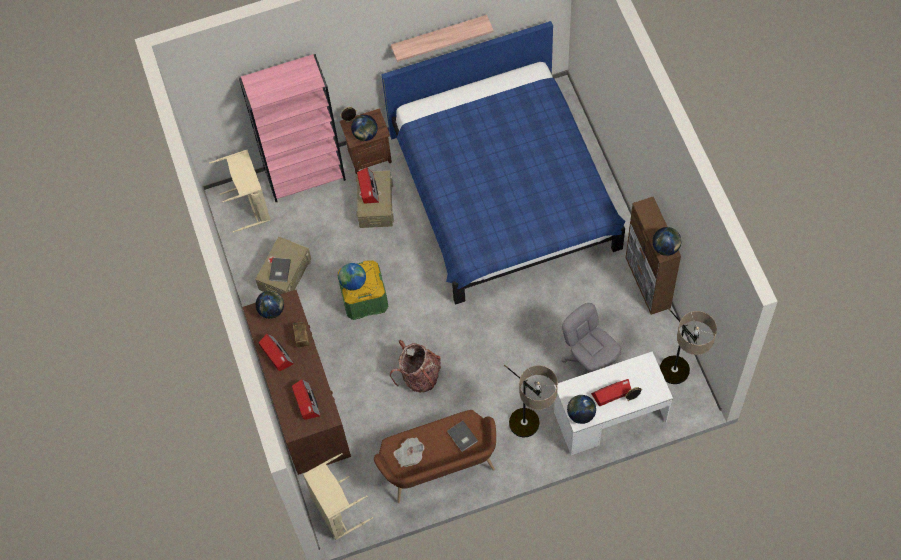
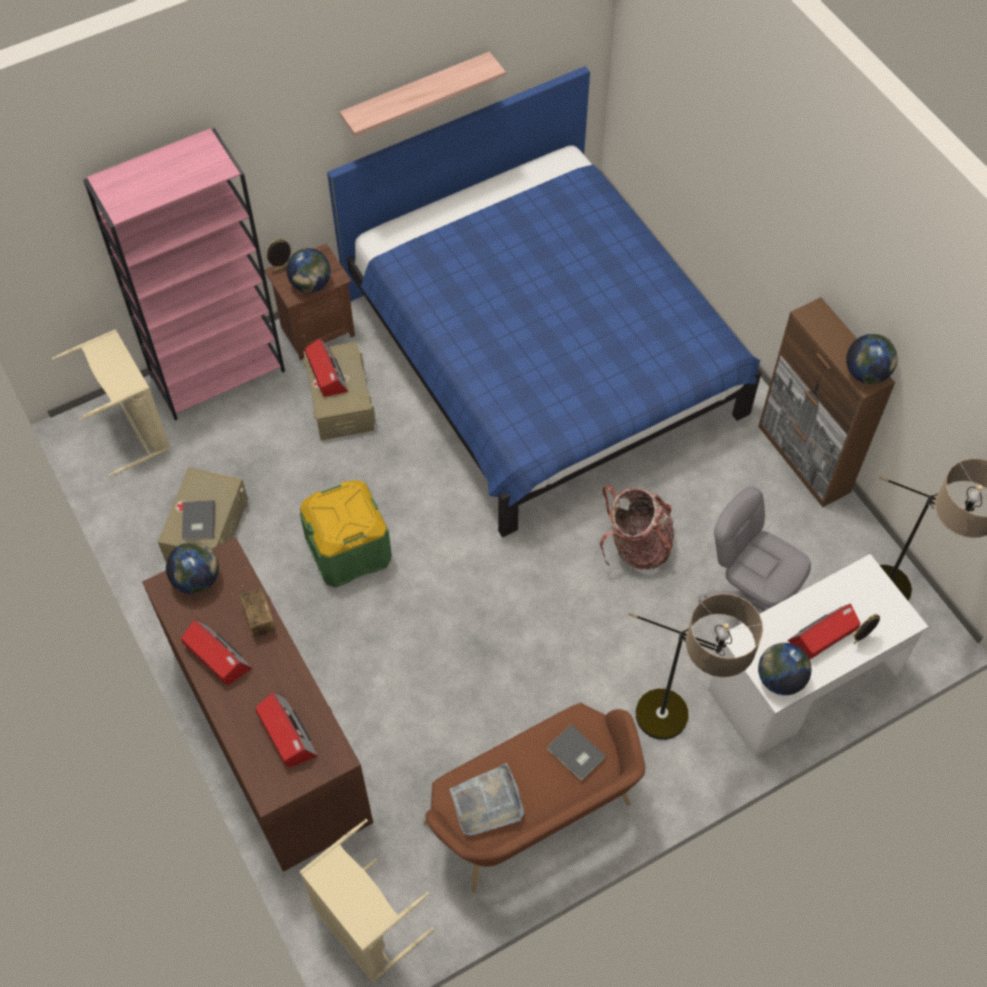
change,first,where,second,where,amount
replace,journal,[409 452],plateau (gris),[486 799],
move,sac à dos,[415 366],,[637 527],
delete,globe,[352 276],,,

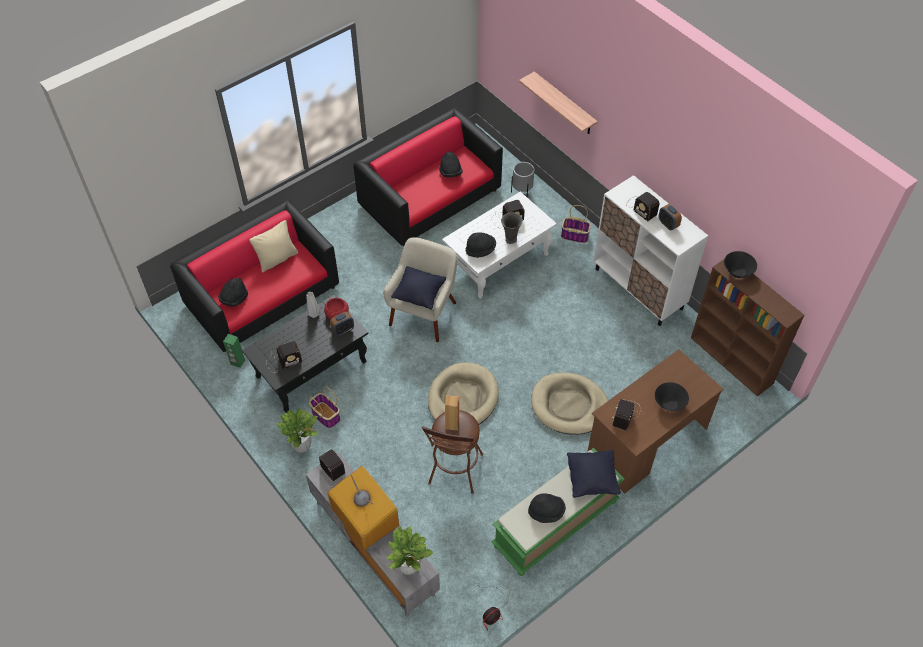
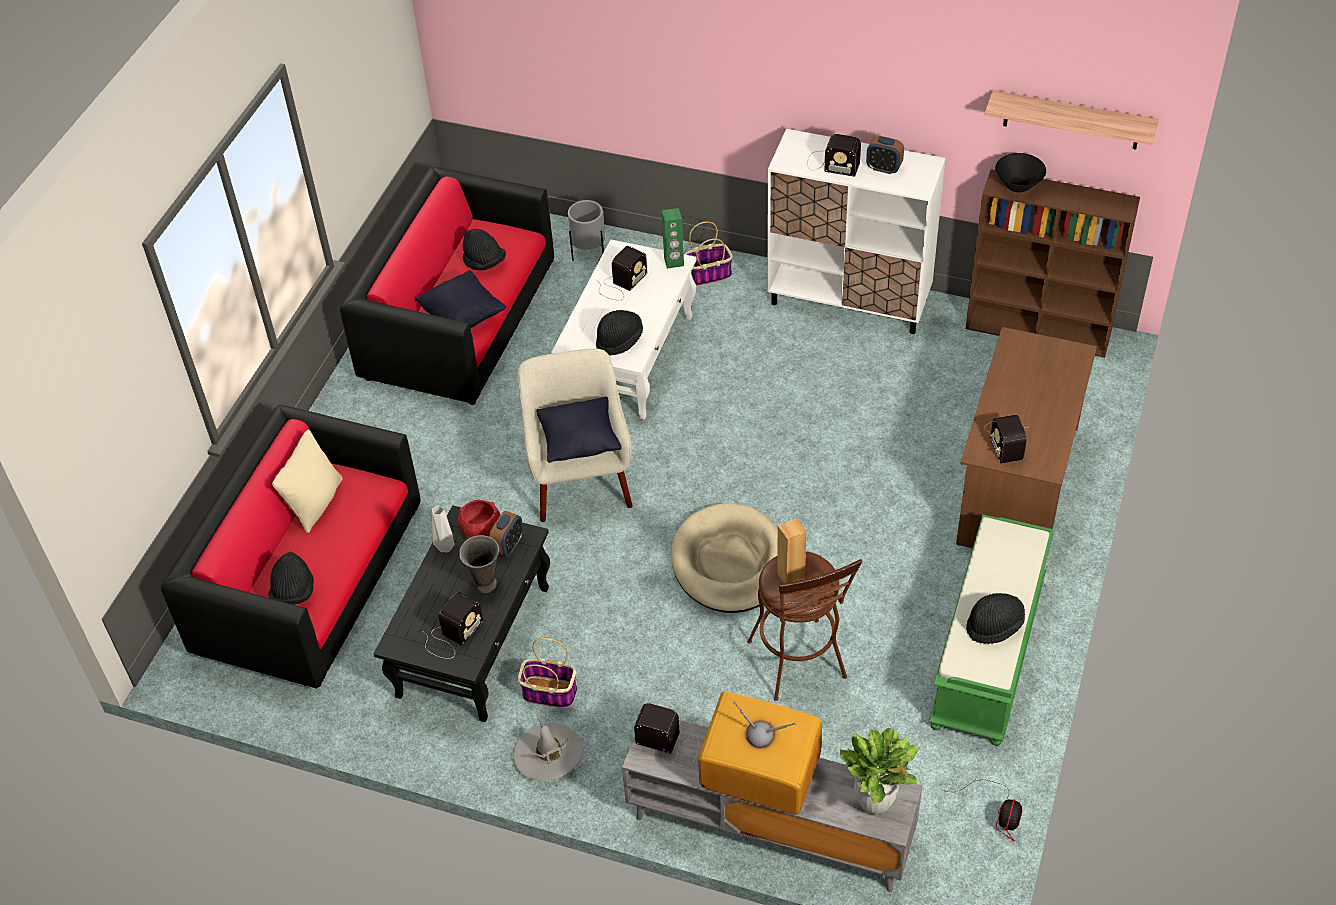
change,first,where,second,where,amount
move,coussin (noir),[594 474],,[460 299],
move,vase (gris),[512 228],,[479 564],
replace,plante en pot,[297 431],chapeau (gris),[548 749],
move,enceinte (vert),[234 351],,[673 238],
move,étagère,[558 102],,[1072 120],
delete,panier pour chien (beige),[569 403],,,
delete,bol (noir),[672 396],,,

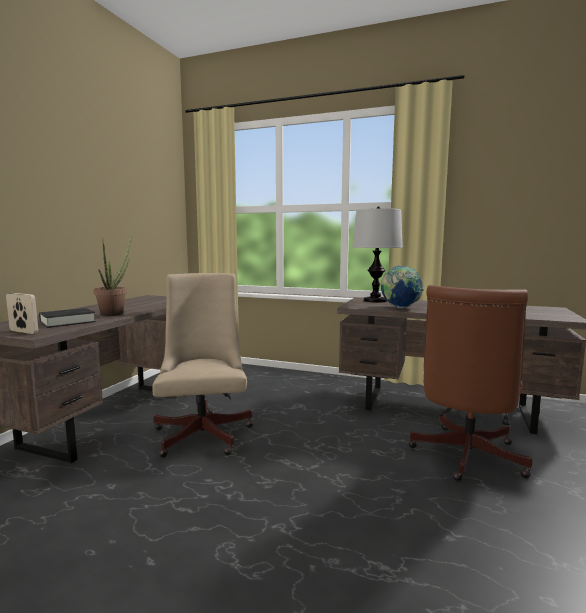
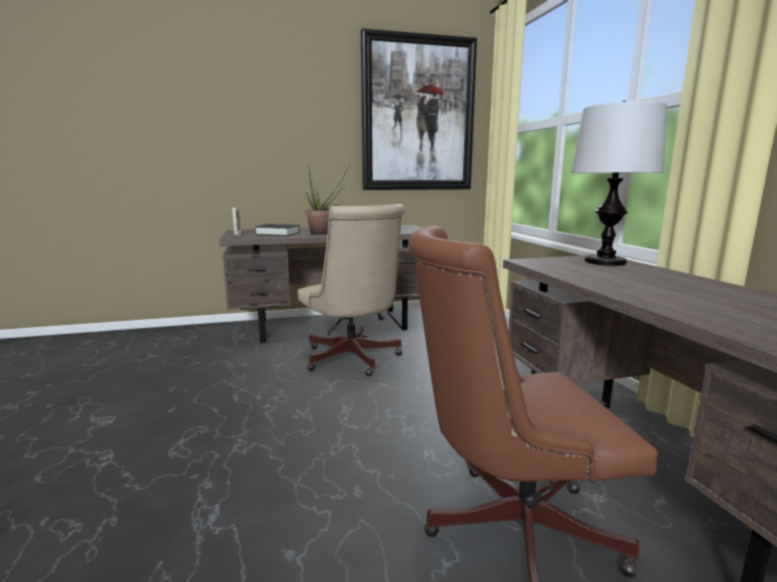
change,first,where,second,where,amount
rotate,chaise de bureau (beige),[202 365],,[351 290],105 degrees clockwise
insert,,,tableau,[419 109],
delete,globe,[402 286],,,

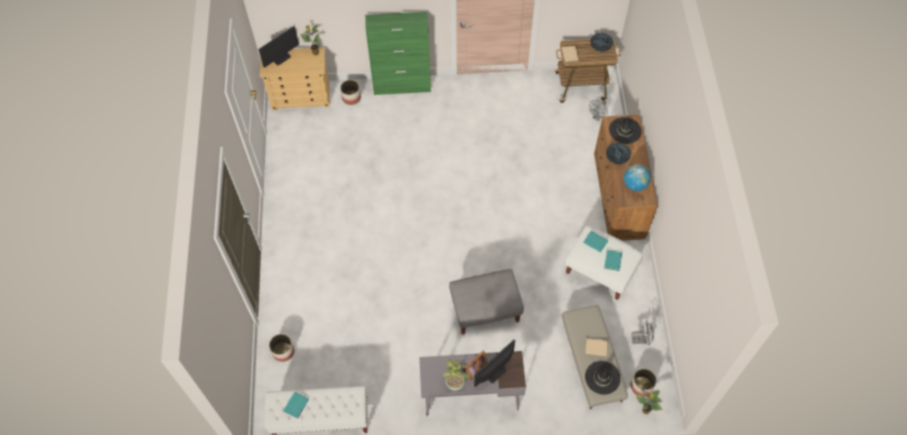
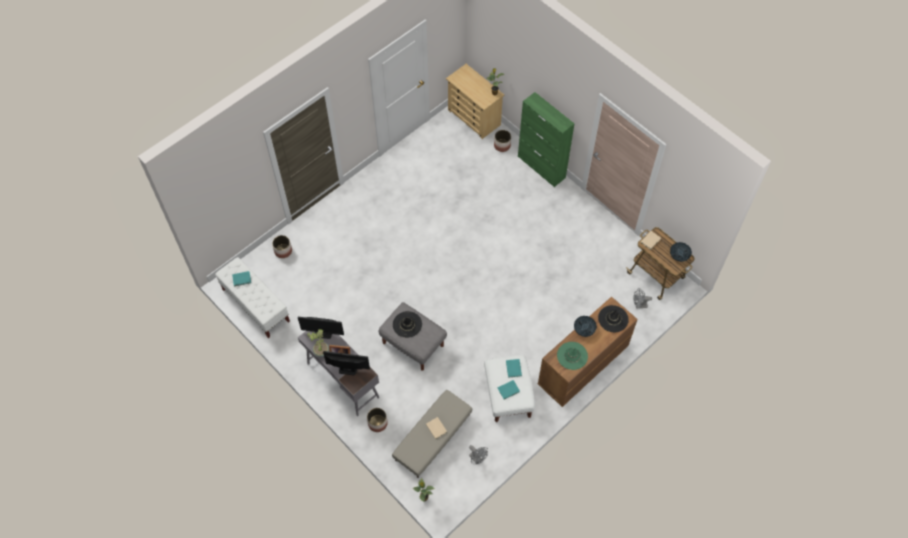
change,first,where,second,where,amount
move,écran d'ordinateur,[278 47],,[321 328],
move,cache-pot,[644 383],,[377 420],
move,chapeau (noir),[602 378],,[407 324],
replace,globe,[637 177],chapeau (vert),[572 356],

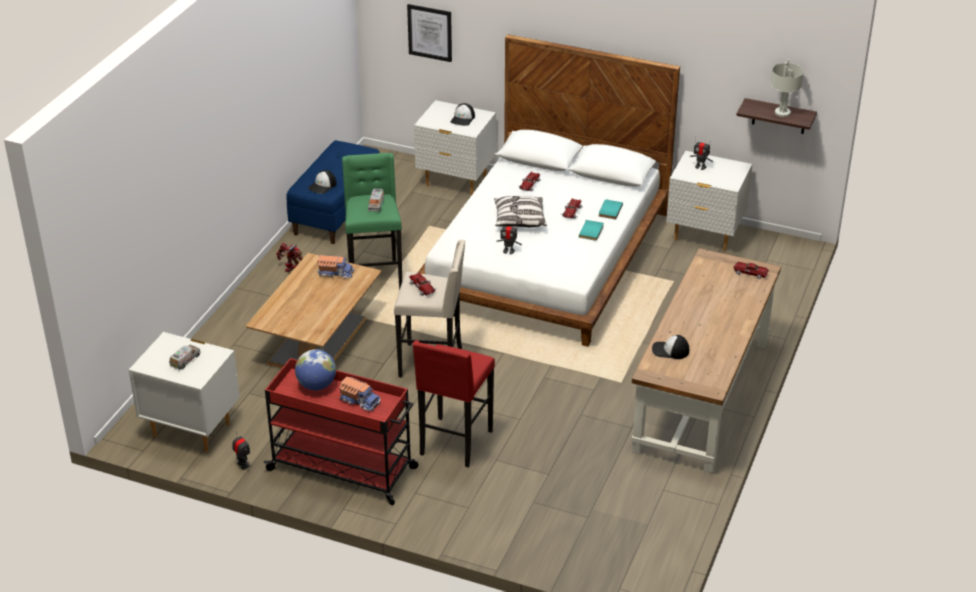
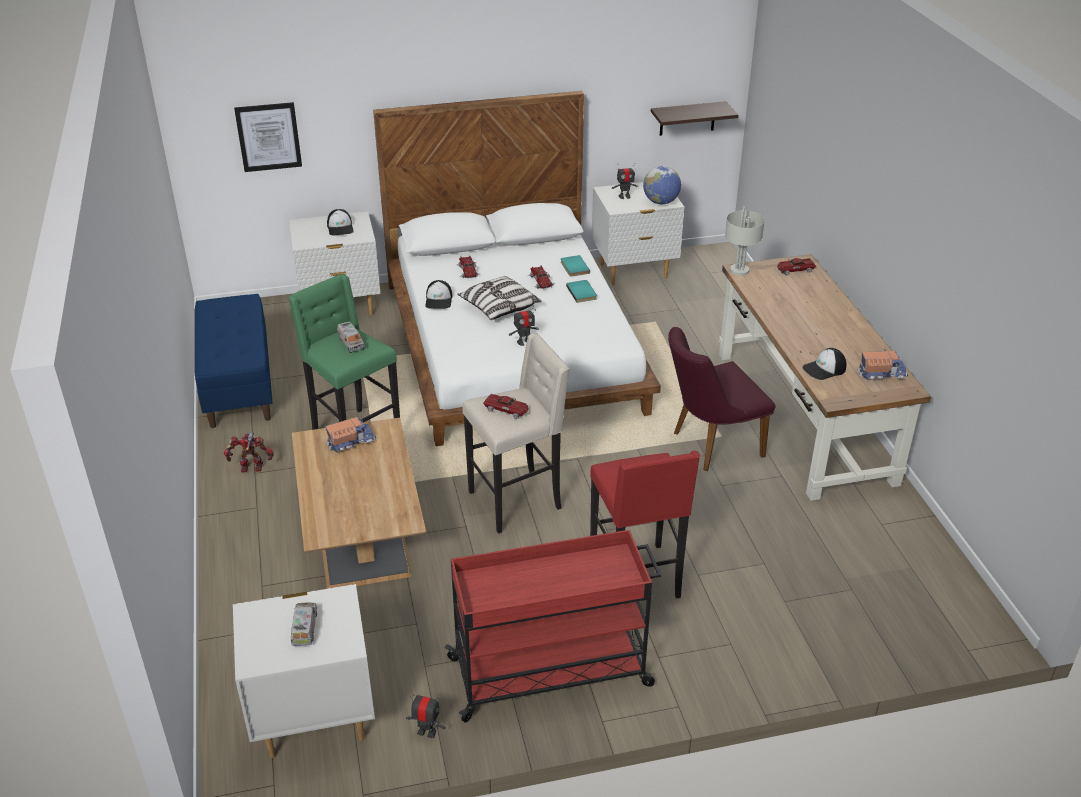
change,first,where,second,where,amount
move,casquette,[322 182],,[439 294],
move,globe,[315 369],,[662 185],
insert,,,chaise (violet),[722 399],
move,lampe de table (gris),[787 88],,[745 240],
move,camion jouet,[360 394],,[882 365],

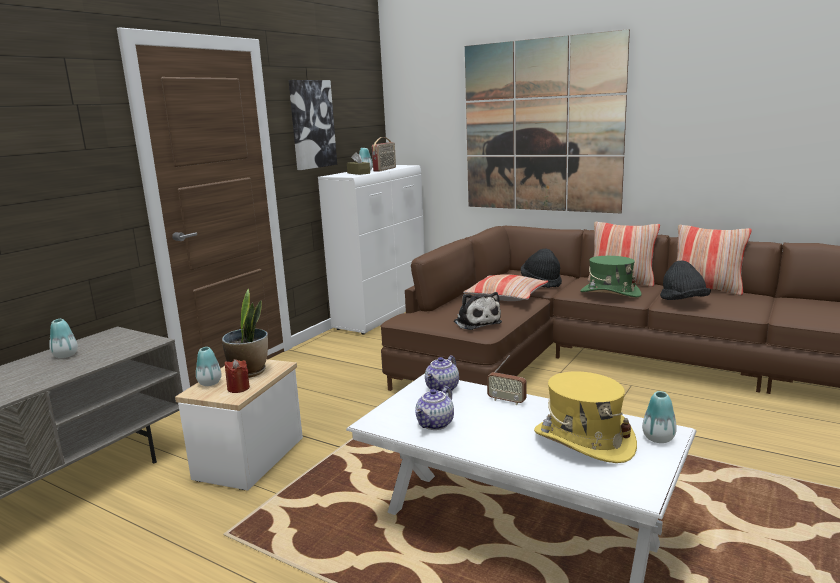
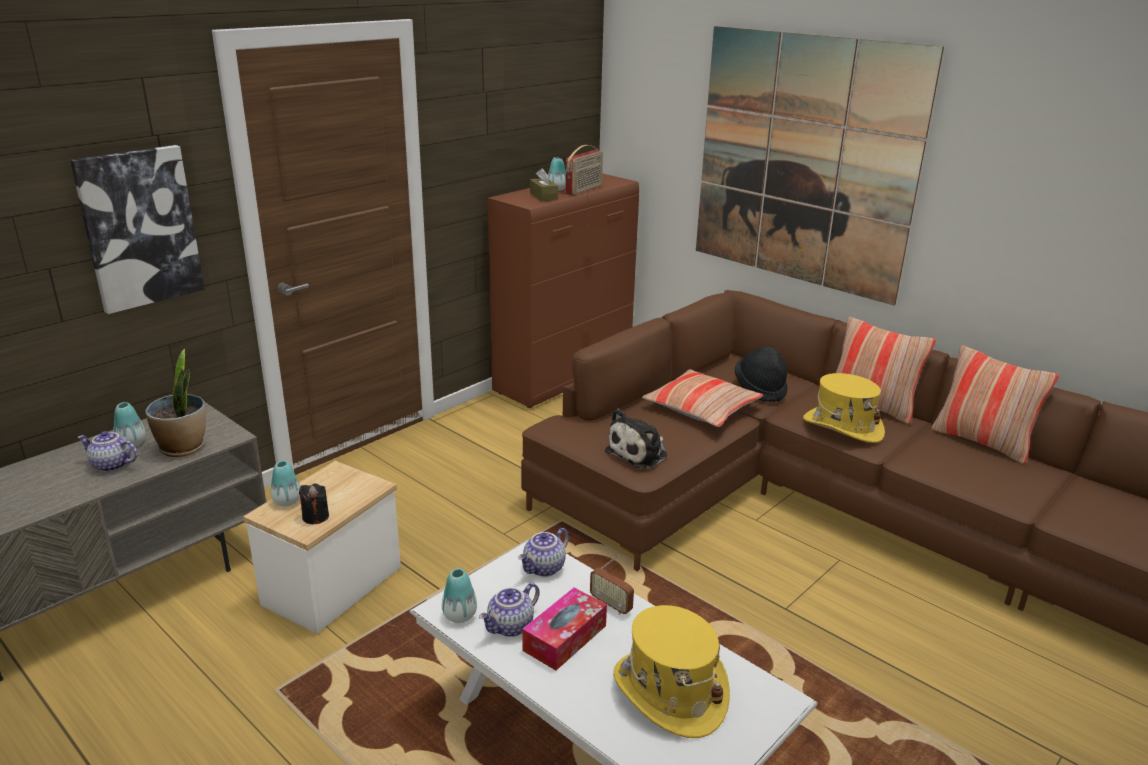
change,first,where,second,where,amount
move,tableau,[313 125],,[137 229],
insert,,,théière,[108 451],
move,plante en pot,[245 333],,[176 403],
recolor,bougie (rouge),[237 376],bougie (noir),[314 503],
move,vase,[659 417],,[459 595],
recolor,meuble de rangement (blanc),[371 250],meuble de rangement (marron),[563 290],
insert,,,boîte à mouchoirs,[564 629],
rotate,peluche,[478 311],,[636 438],60 degrees clockwise
recolor,chapeau (vert),[611 276],chapeau (jaune),[844 408],
delete,chapeau (noir),[685 280],,,

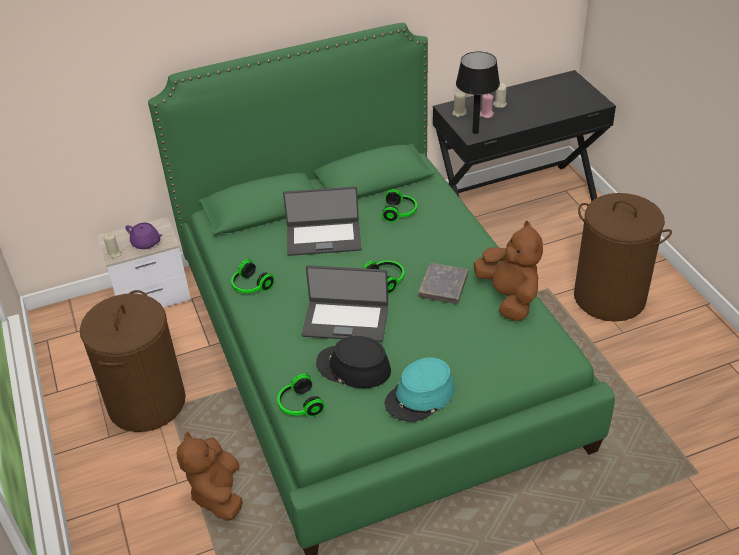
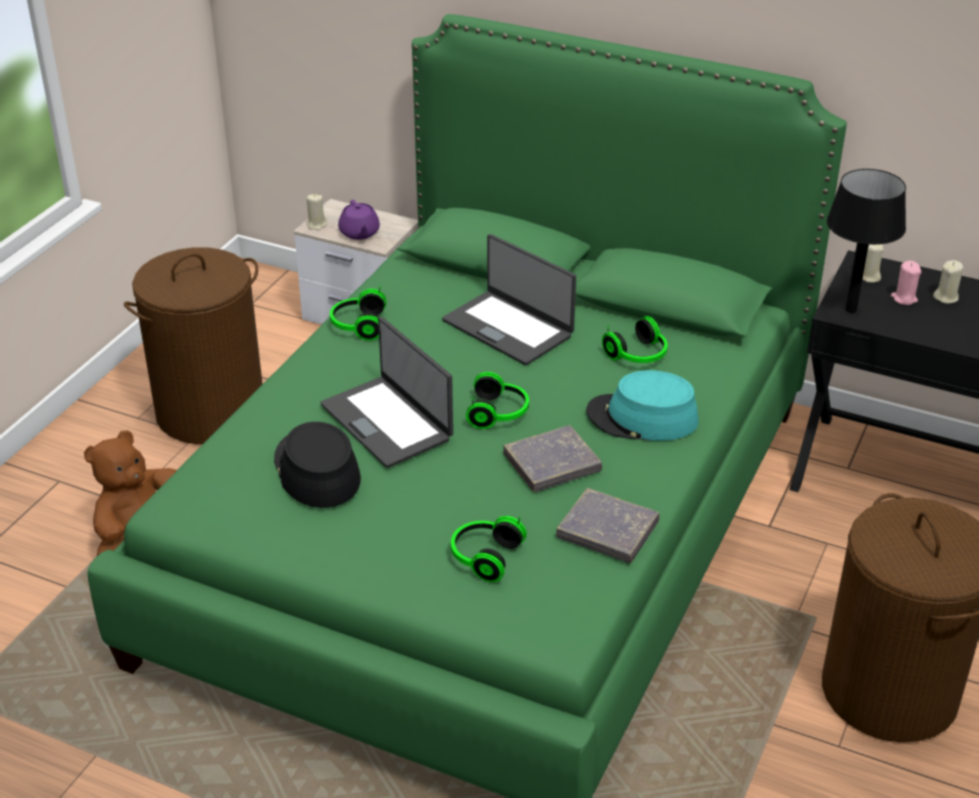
change,first,where,second,where,amount
move,casque audio,[301 394],,[489 549],
replace,peluche (marron),[508 271],livre (gris),[608 525],
move,chapeau (turquoise),[420 389],,[642 405],

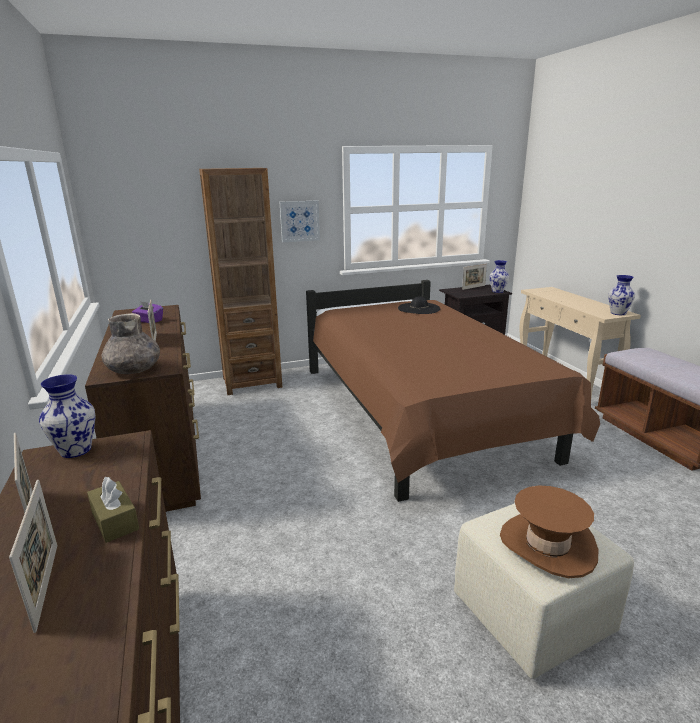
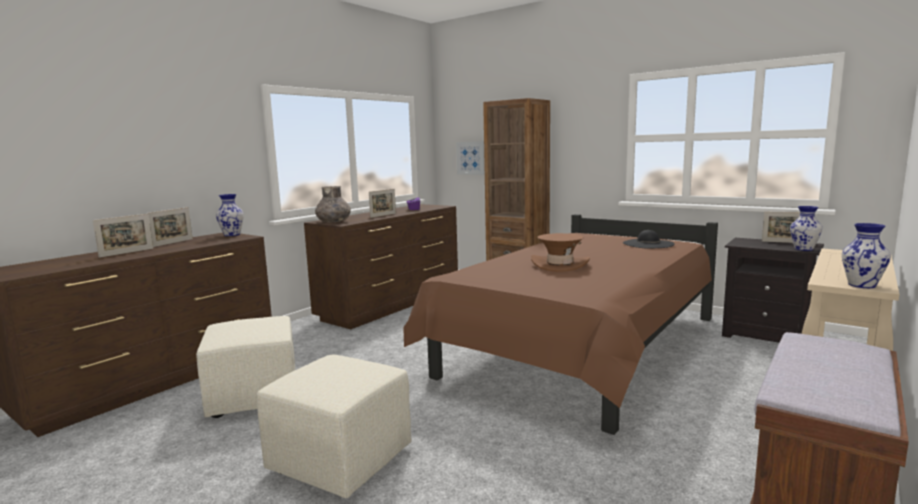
change,first,where,second,where,amount
insert,,,pouf (beige),[245 367],
move,tableau,[300 221],,[470 158],
move,chapeau (marron),[549 531],,[560 252],
delete,boîte à mouchoirs (marron),[113 510],,,

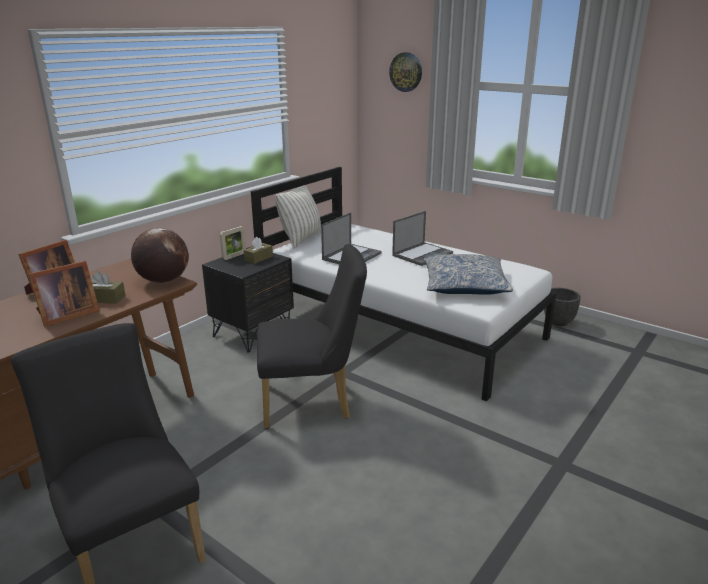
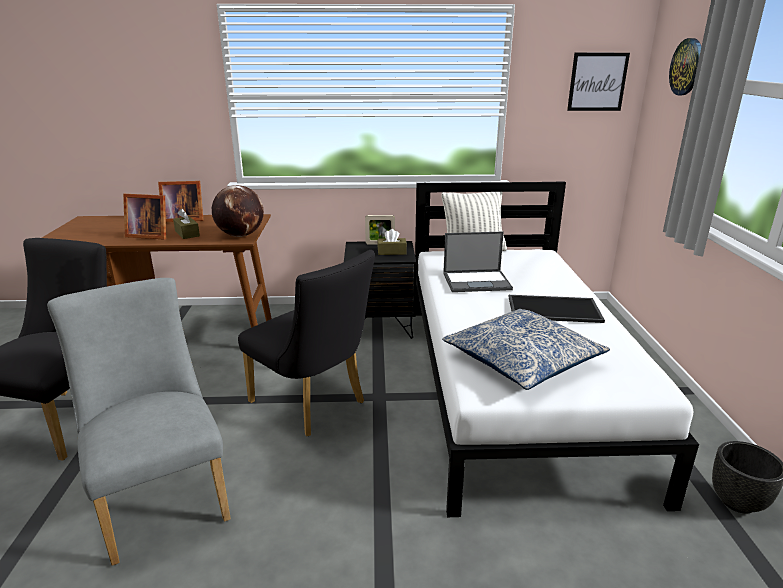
change,first,where,second,where,amount
insert,,,chaise (gris),[139 422],
replace,ordinateur portable,[422 238],plateau,[557 309],
insert,,,tableau,[598 82],

